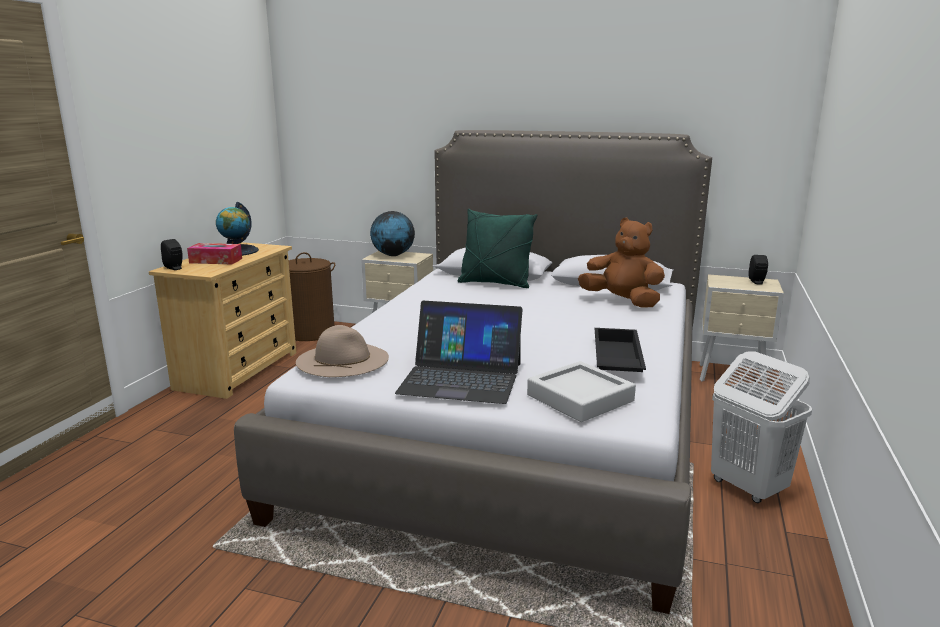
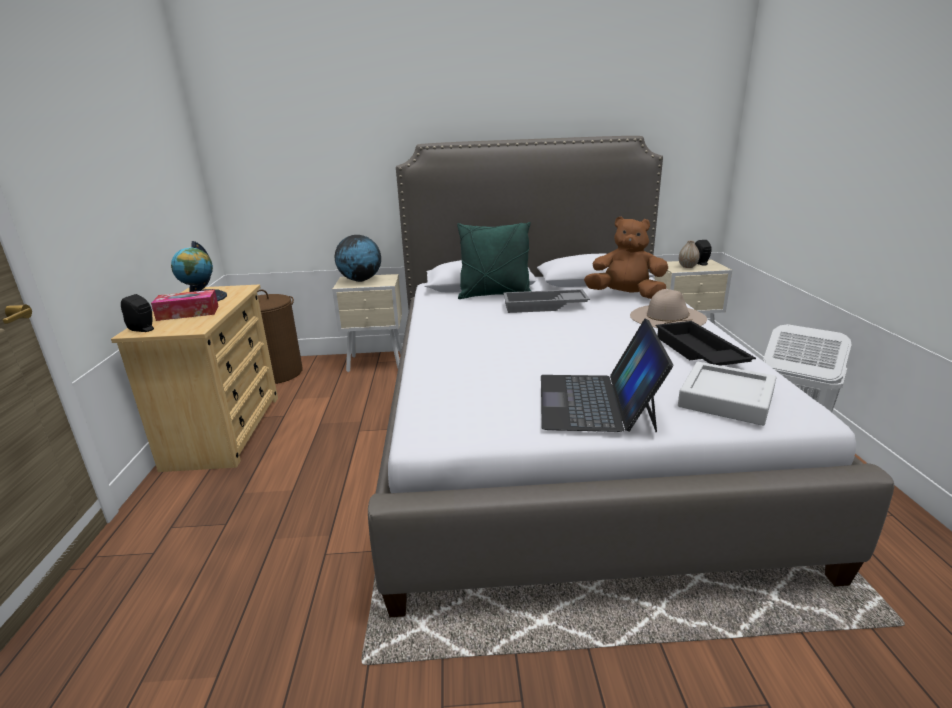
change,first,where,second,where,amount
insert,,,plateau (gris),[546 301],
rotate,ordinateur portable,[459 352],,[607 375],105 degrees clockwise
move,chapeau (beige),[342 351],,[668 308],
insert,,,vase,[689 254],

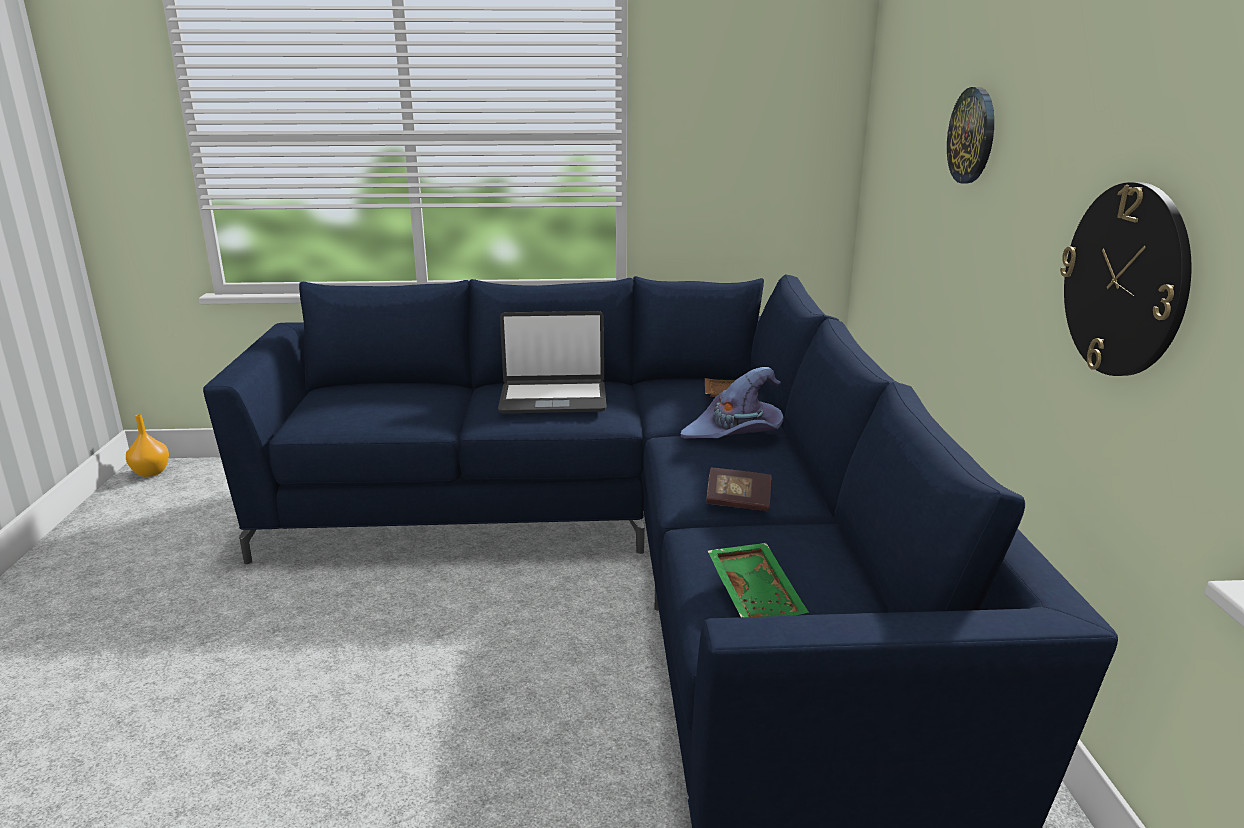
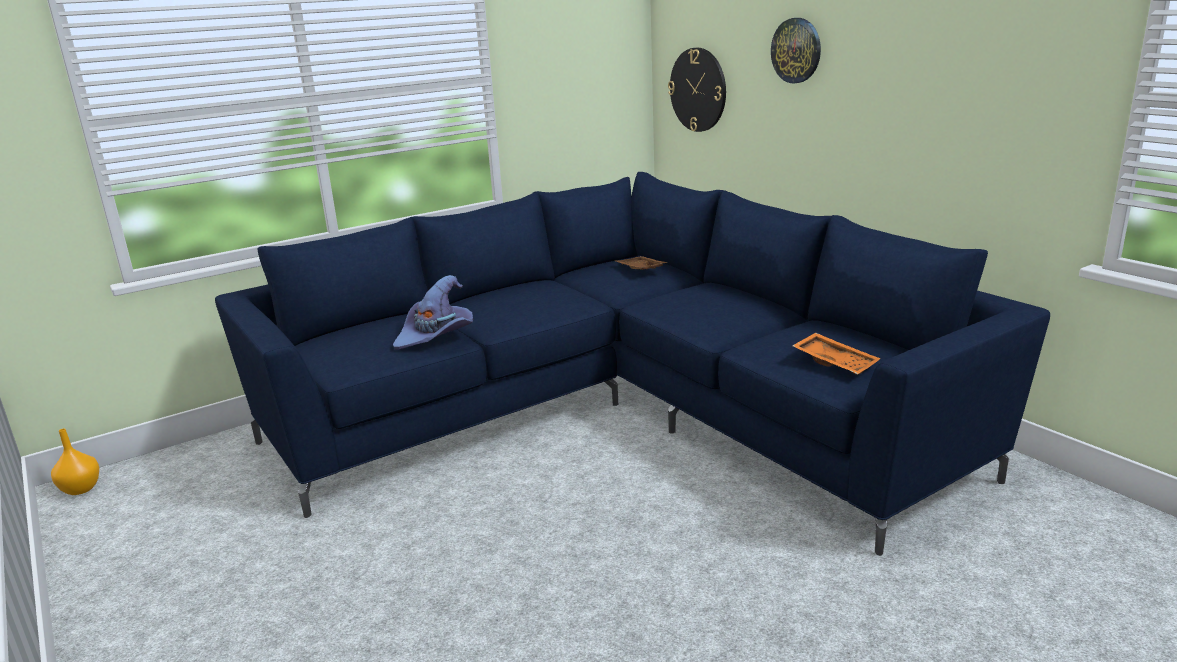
change,first,where,second,where,amount
move,chapeau (violet),[732 403],,[433 312],
move,horloge murale,[1125 279],,[697 90],
recolor,plateau (vert),[758 580],plateau (orange),[837 354],
delete,ordinateur portable,[552 362],,,
delete,livre,[738 489],,,

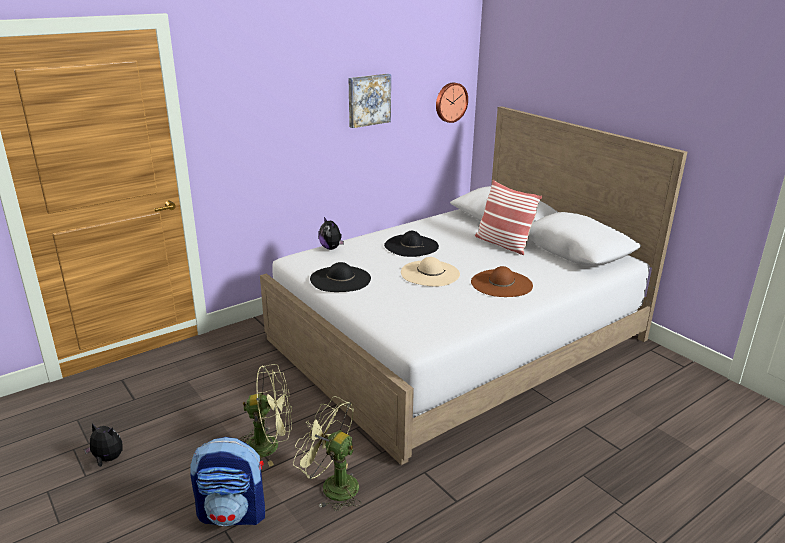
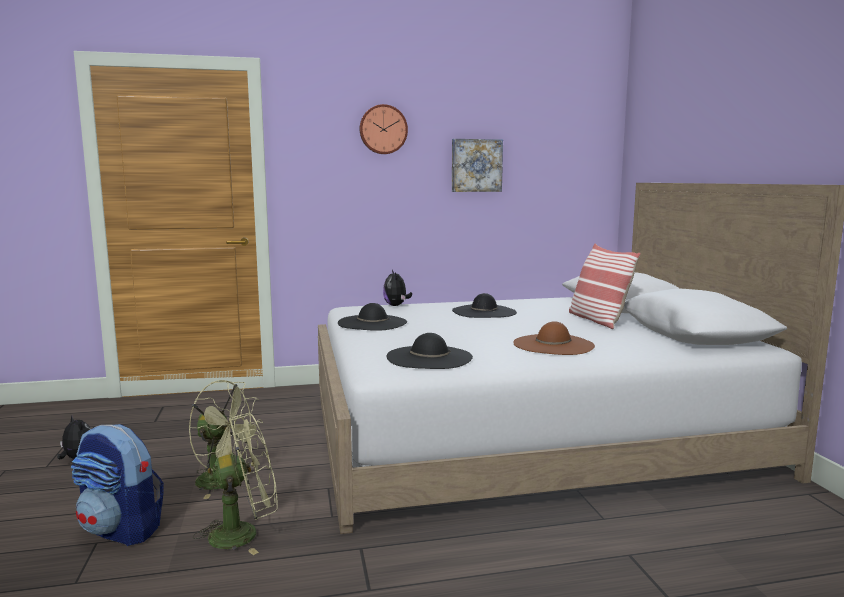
change,first,where,second,where,amount
rotate,ventilateur (vert),[327 453],,[235 484],105 degrees clockwise
move,horloge murale,[452 103],,[384 129],
insert,,,chapeau (noir),[430 351],
delete,chapeau (beige),[430 272],,,

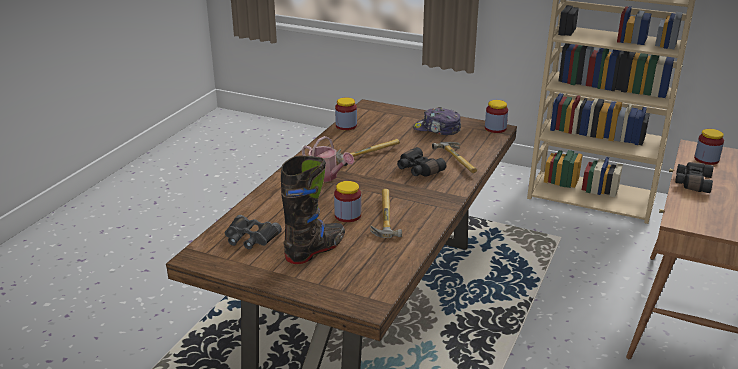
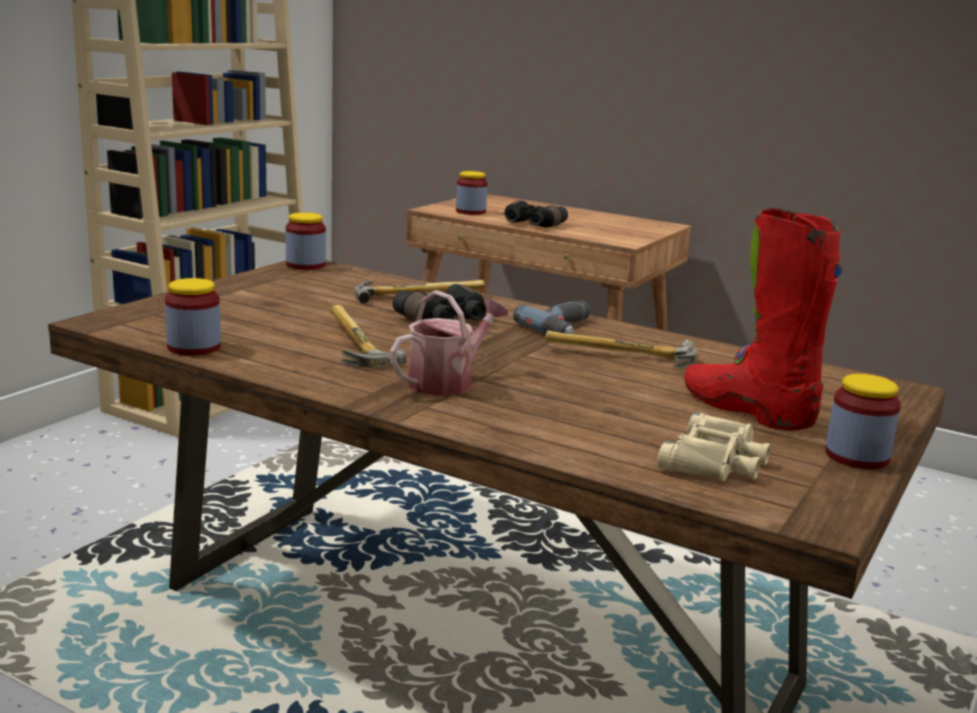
change,first,where,second,where,amount
insert,,,perceuse,[551 317],
recolor,jumelles (noir),[253 232],jumelles (beige),[714 446],
recolor,botte (noir),[313 210],botte (rouge),[763 319],
move,bocal,[347 201],,[863 421],
delete,casquette,[437 121],,,

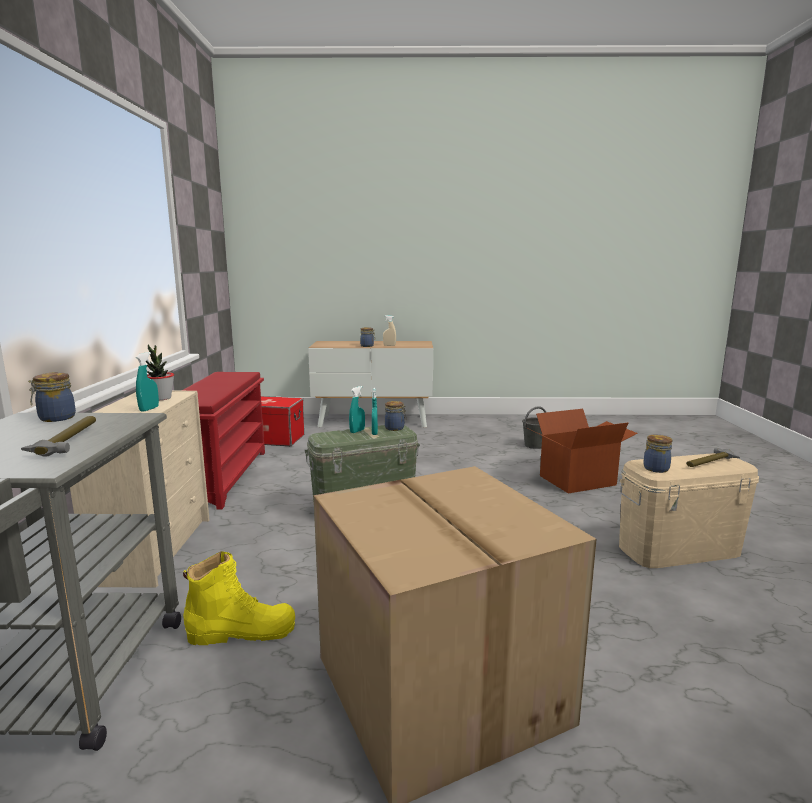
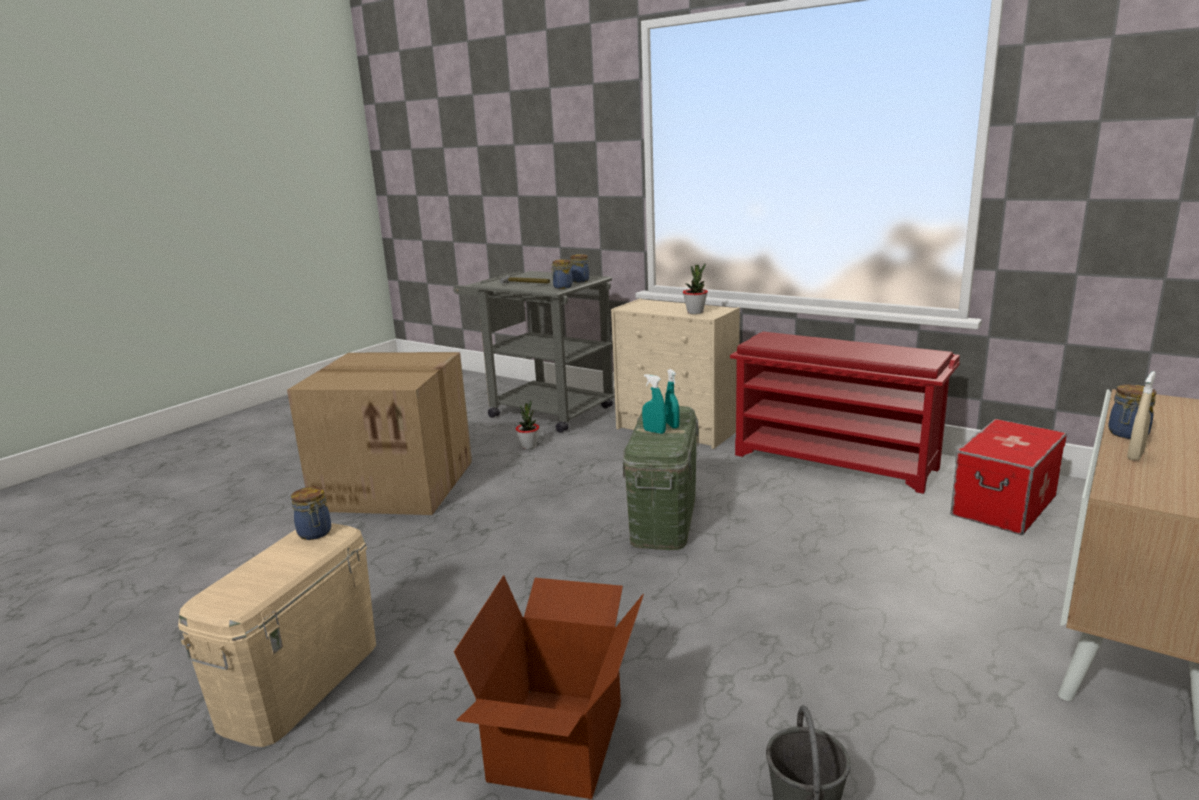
change,first,where,second,where,amount
replace,botte (jaune),[239 598],plante en pot,[527 424],
move,bocal,[395 416],,[562 274],
delete,vaporisateur (turquoise),[147 381],,,
delete,marteau,[713 457],,,

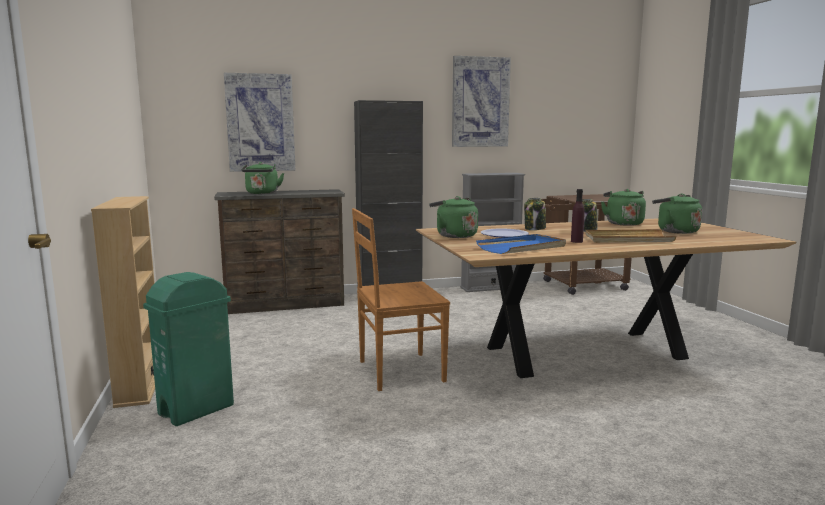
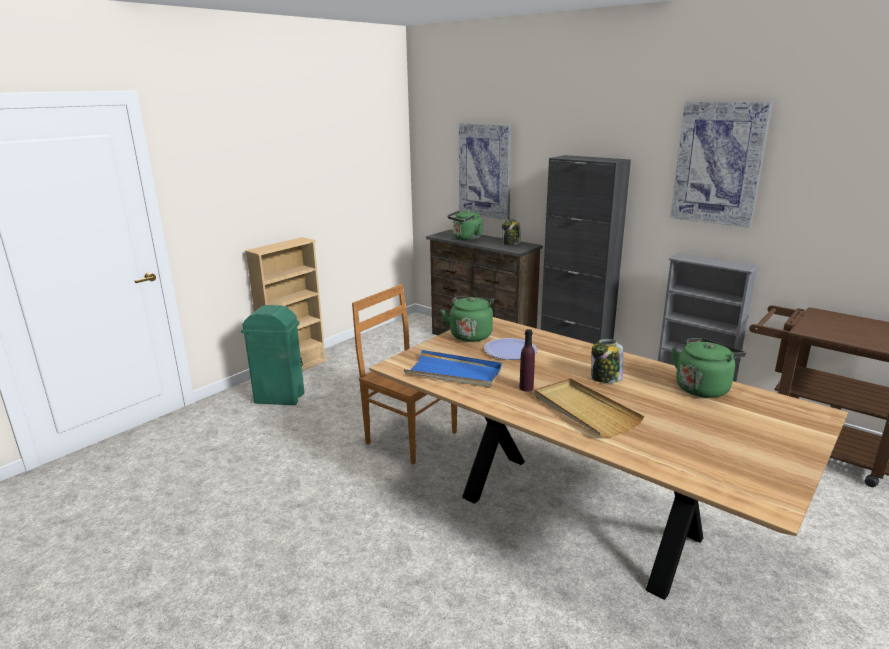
change,first,where,second,where,amount
move,bocal,[535 214],,[511 232],
delete,bouilloire (vert),[677 214],,,

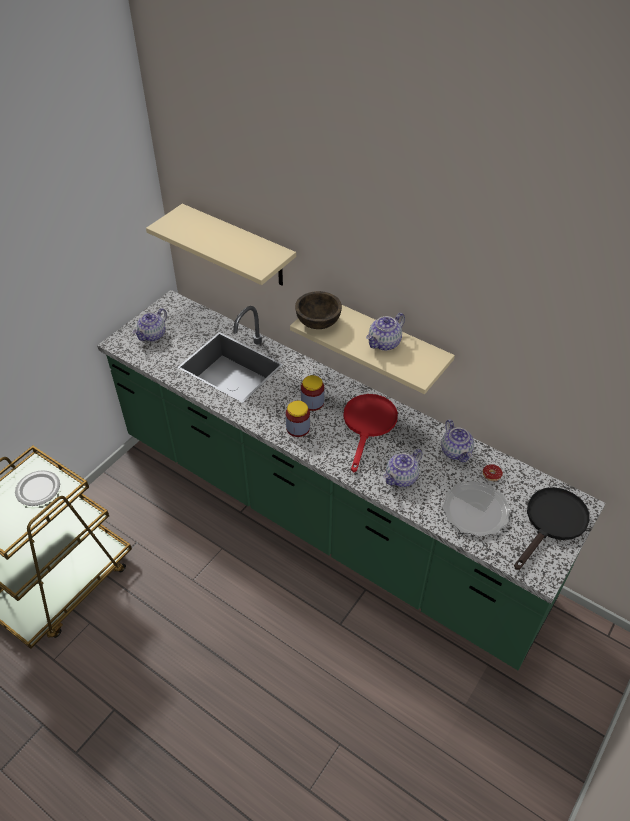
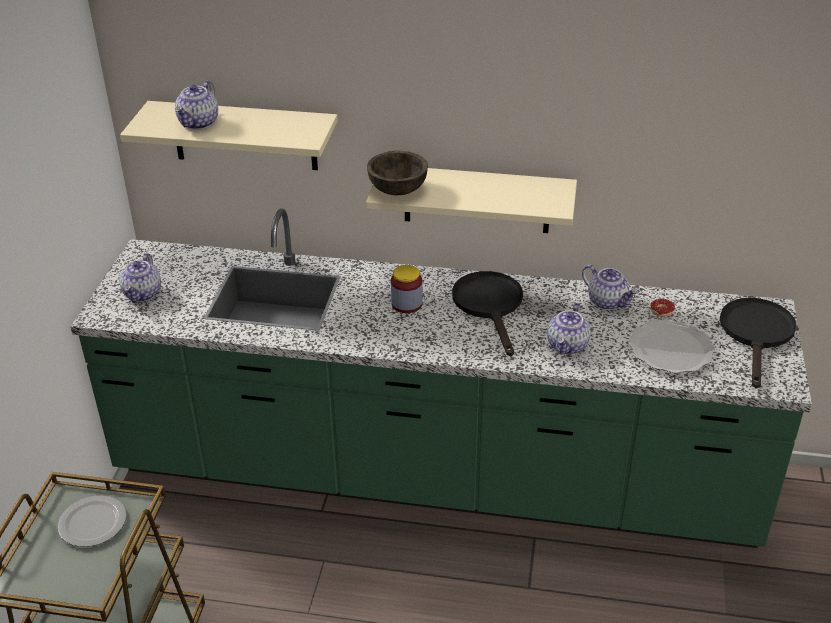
change,first,where,second,where,amount
move,théière,[385 332],,[196 105],
recolor,poêle (rouge),[370 433],poêle (noir),[487 313],
delete,bocal,[298 419],,,

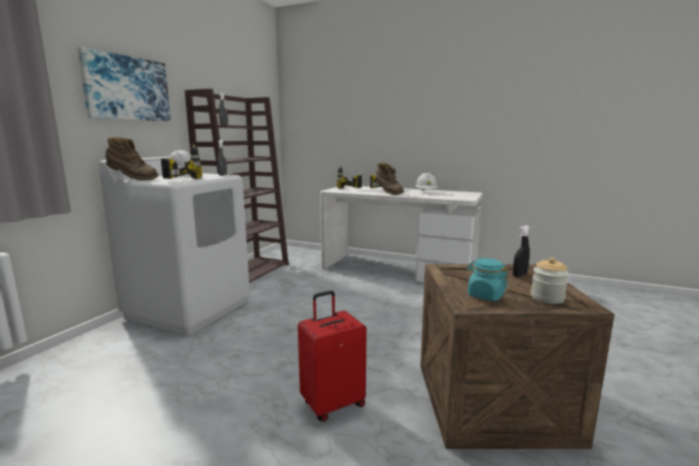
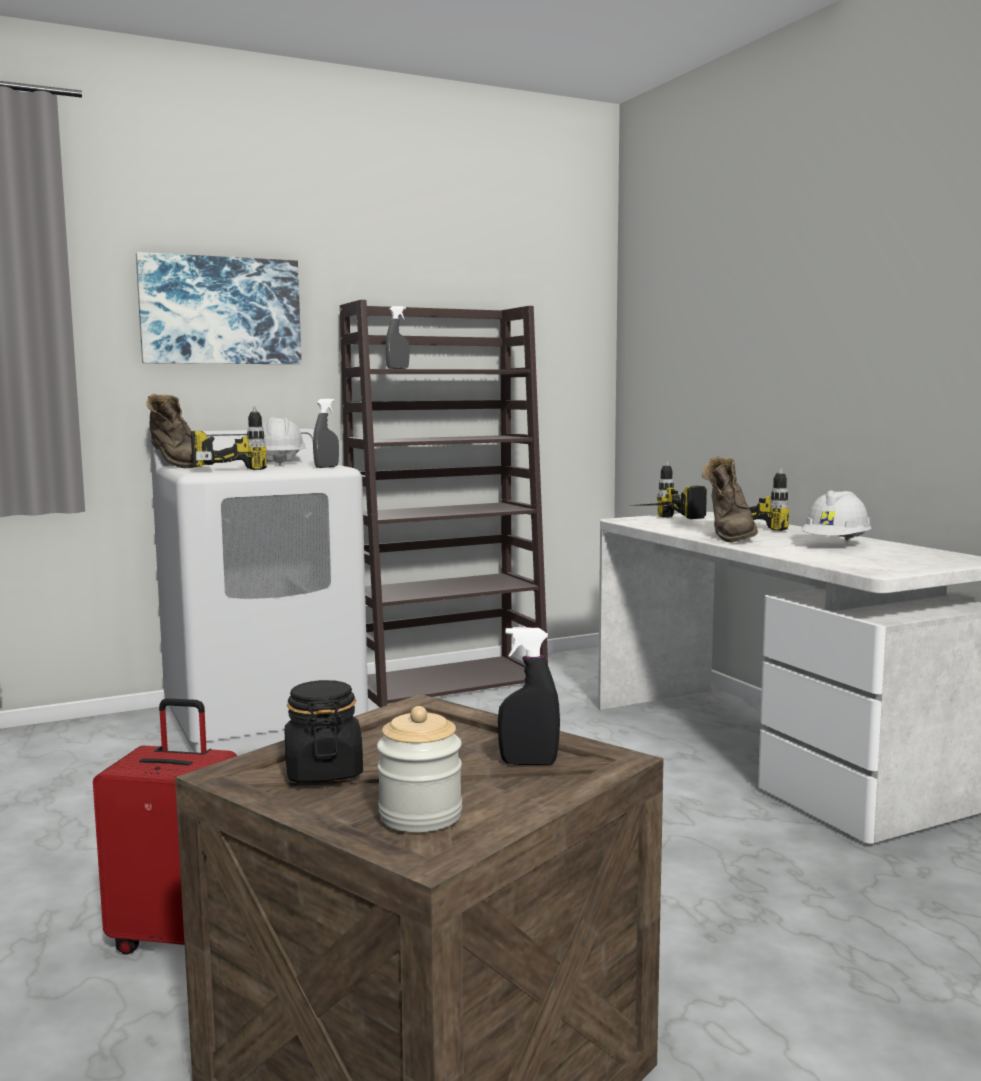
change,first,where,second,where,amount
recolor,bocal (turquoise),[487 279],bocal (noir),[324 731],

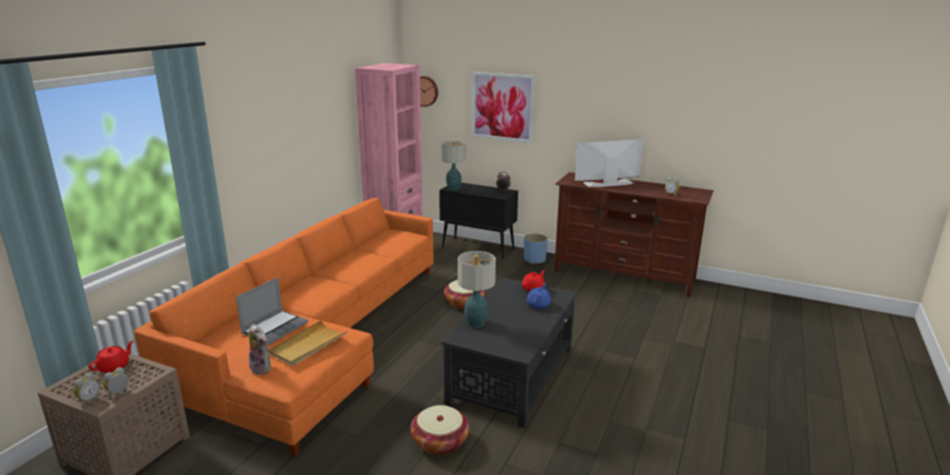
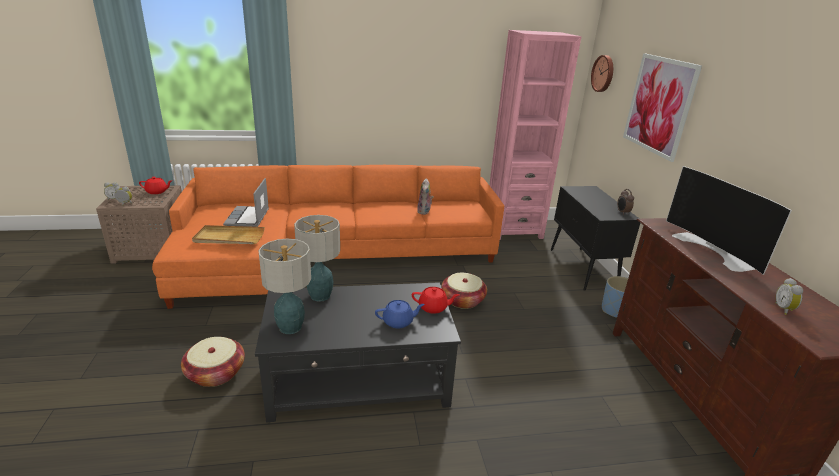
change,first,where,second,where,amount
rotate,ordinateur portable,[272 310],,[246 202],90 degrees clockwise
move,lampe de table,[454 165],,[284 286],
move,peluche,[259 349],,[425 196],
rotate,téléviseur,[609 163],,[729 220],150 degrees counterclockwise

